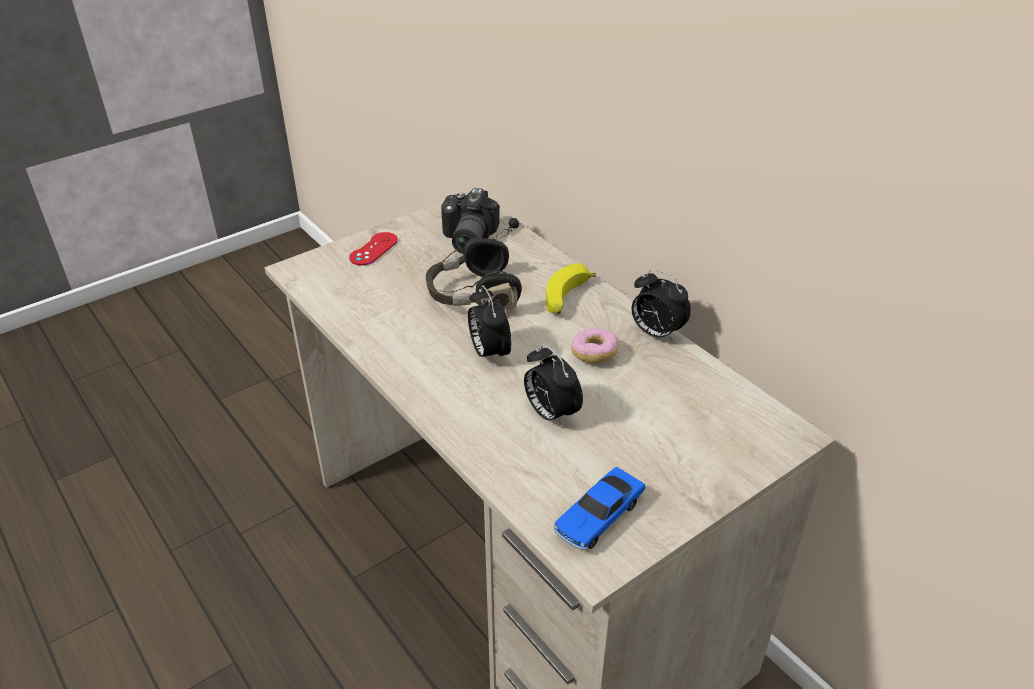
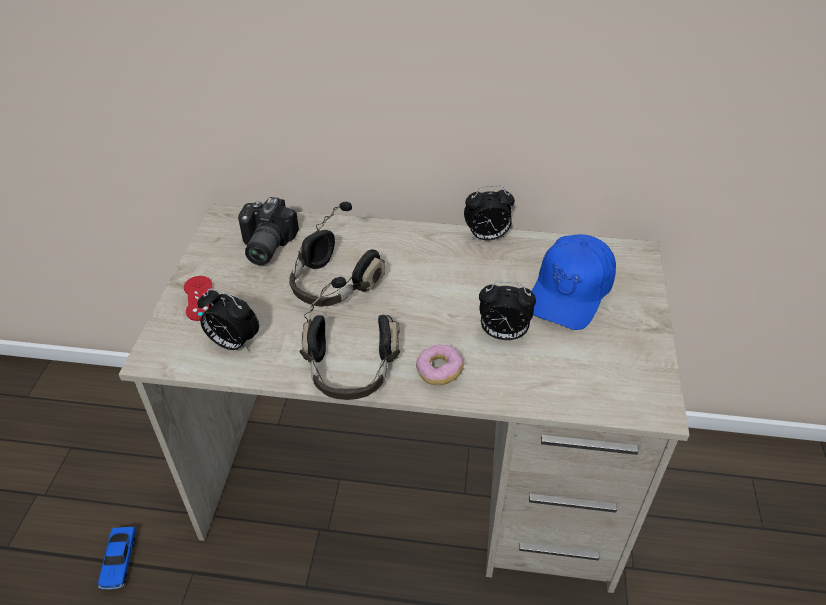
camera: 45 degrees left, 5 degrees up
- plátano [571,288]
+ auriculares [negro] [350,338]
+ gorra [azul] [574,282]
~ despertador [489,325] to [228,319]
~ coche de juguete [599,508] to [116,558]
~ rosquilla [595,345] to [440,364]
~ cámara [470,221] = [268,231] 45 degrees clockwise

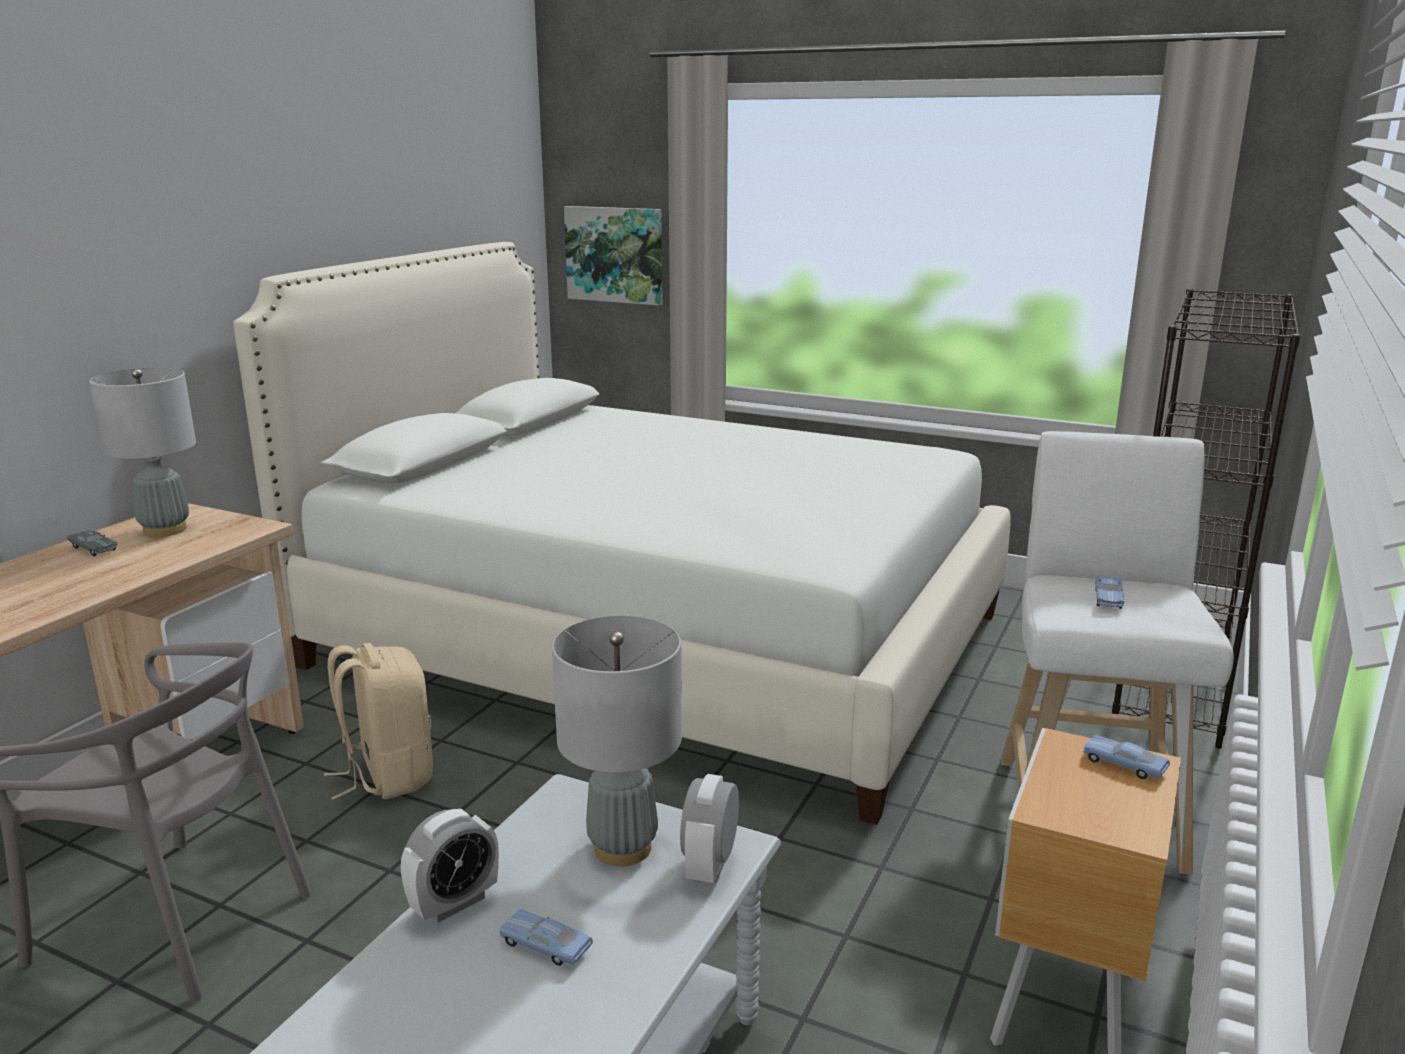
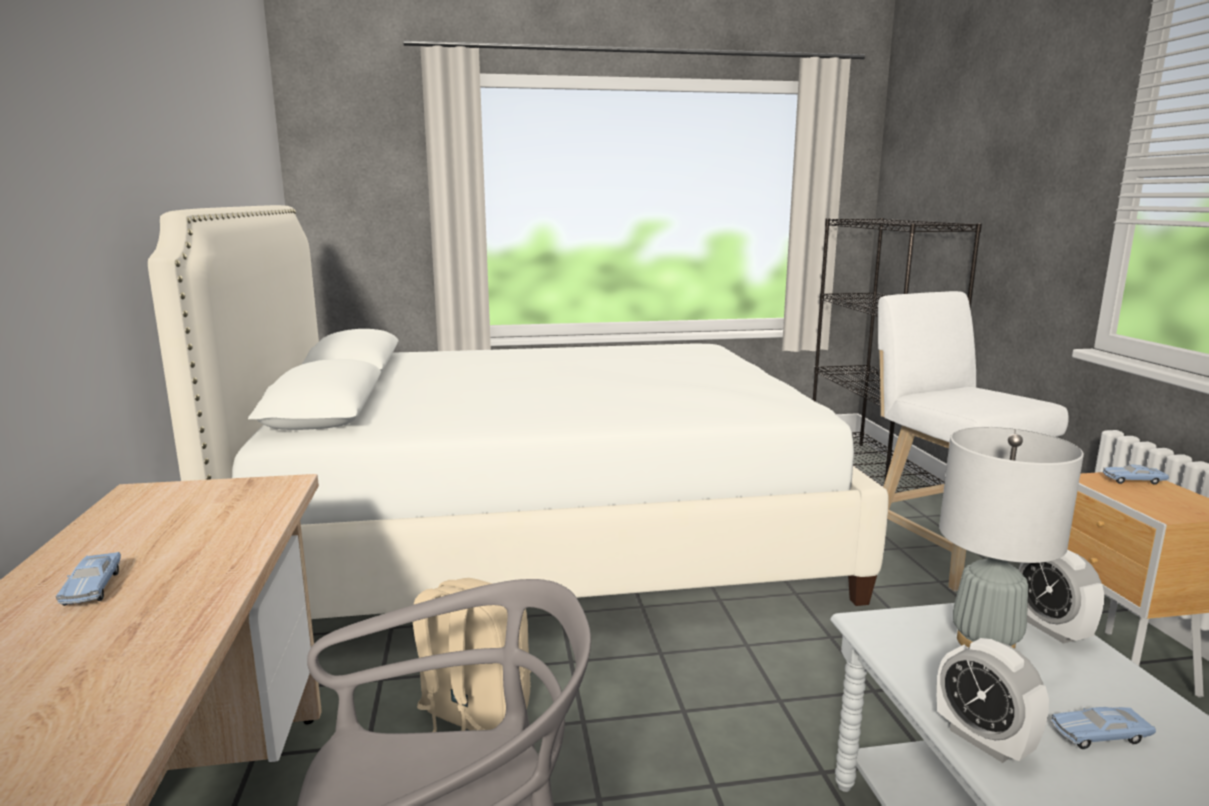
camera: 35 degrees left, 5 degrees down
- coche de juguete [gris] [92,543]
- lámpara de mesa [gris] [142,452]
- cuadro [613,255]
~ coche de juguete [azul] [1109,592] to [88,579]
~ despertador [450,866] = [993,700] 135 degrees clockwise

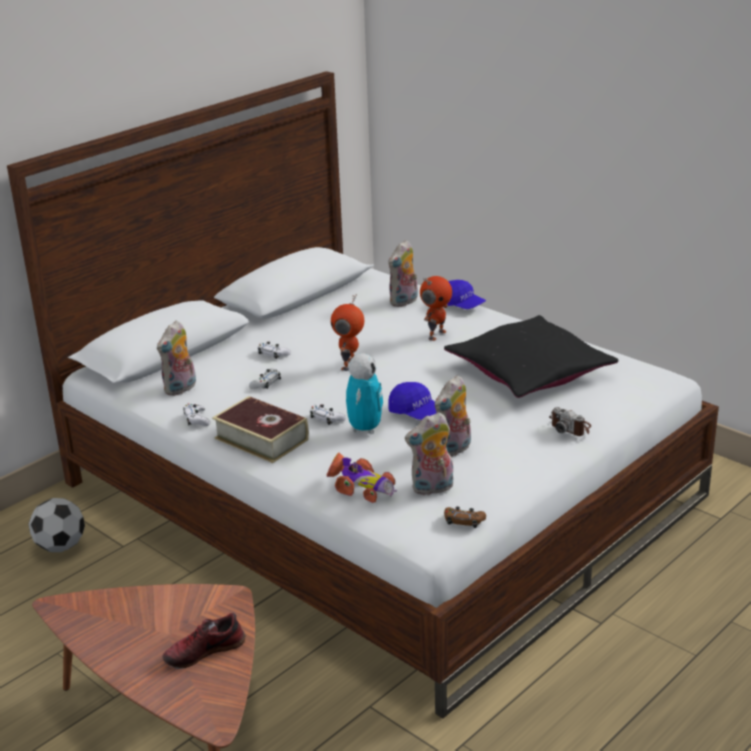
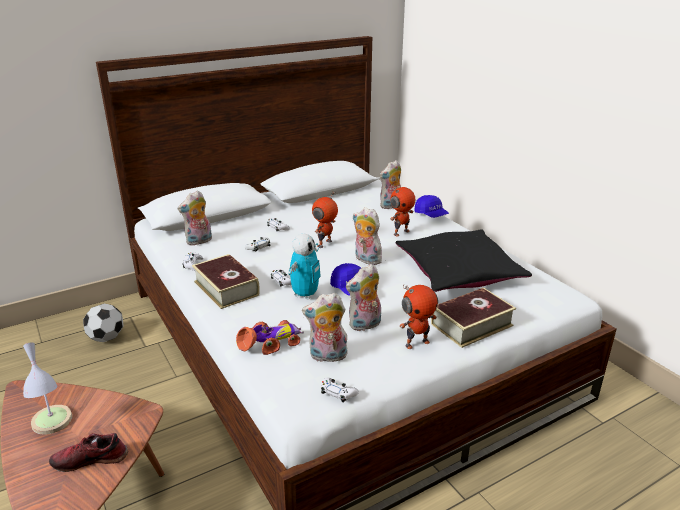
camera: 15 degrees right, 0 degrees up
+ lámpara de mesa [47,389]
+ peluche [367,236]
+ robot de juguete [418,317]
~ cámara [570,421] to libro [473,318]
~ mando de consola [marrón] [465,517] to mando de consola [blanco] [339,390]
~ coche de juguete [362,478] = [270,337] 75 degrees counterclockwise

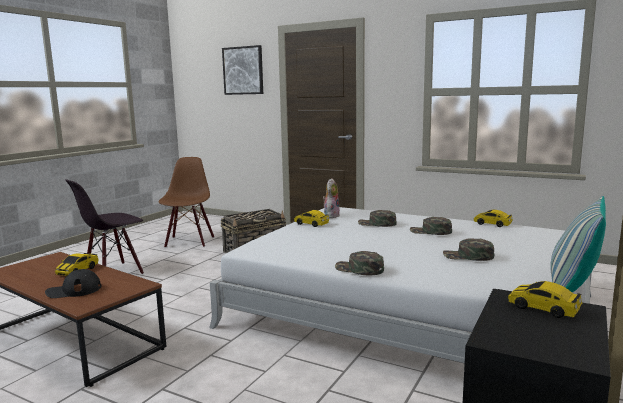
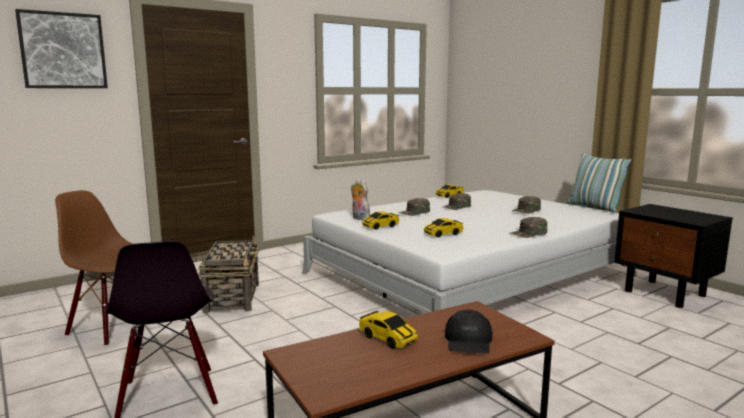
camera: 65 degrees left, 0 degrees up
~ coche de juguete [545,299] to [443,227]

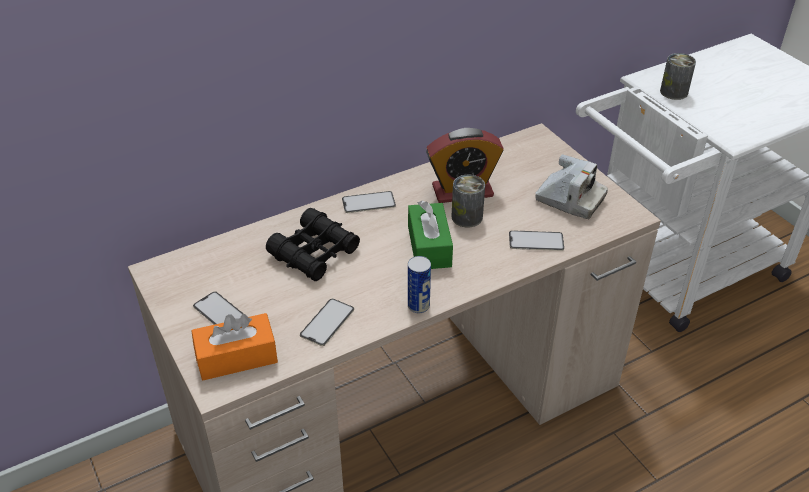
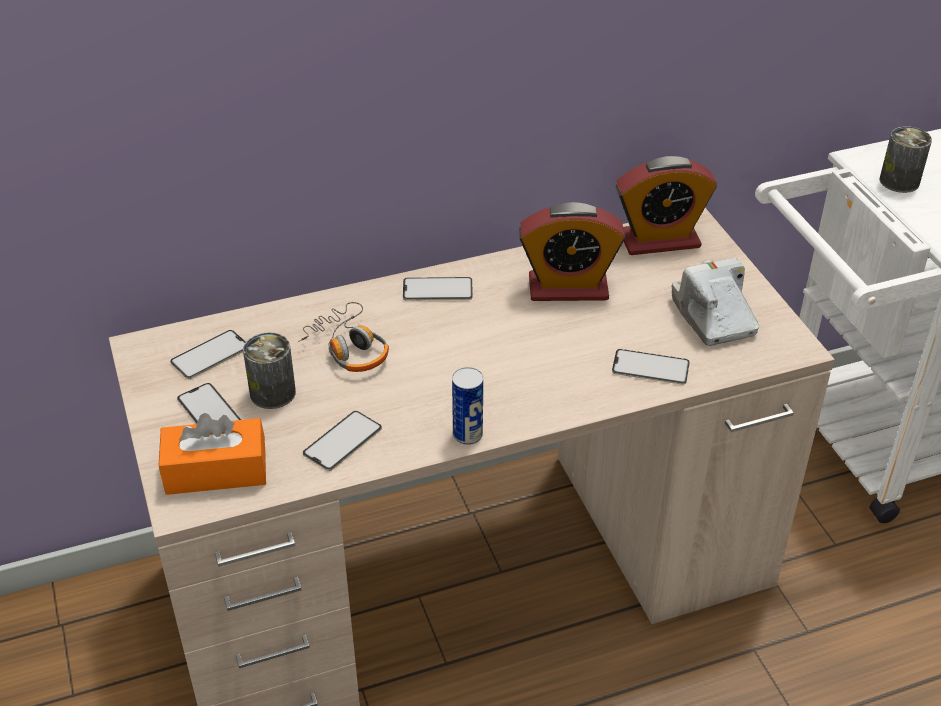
camera: 10 degrees right, 0 degrees up
- caja de pañuelos [verde] [430,234]
+ móvil [208,354]
+ despertador [666,205]
~ lata [468,201] to [269,370]
~ prismáticos [negro] [313,244] to auriculares [343,337]
~ cámara [571,186] = [715,302] 150 degrees counterclockwise

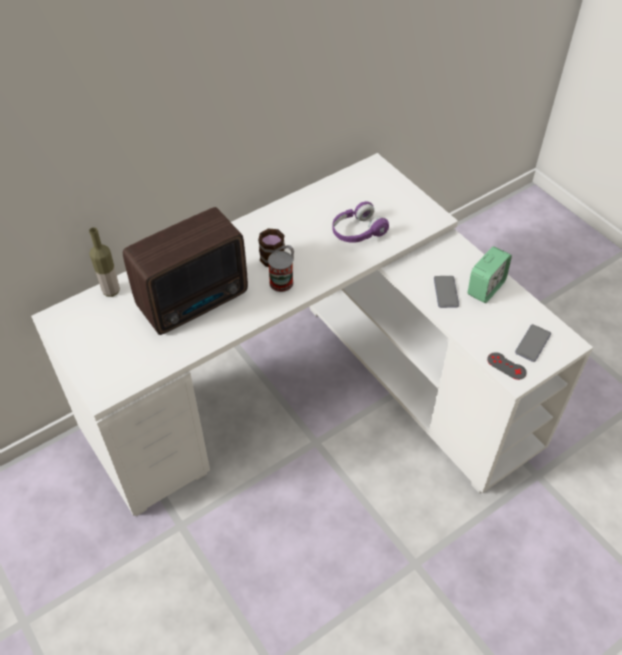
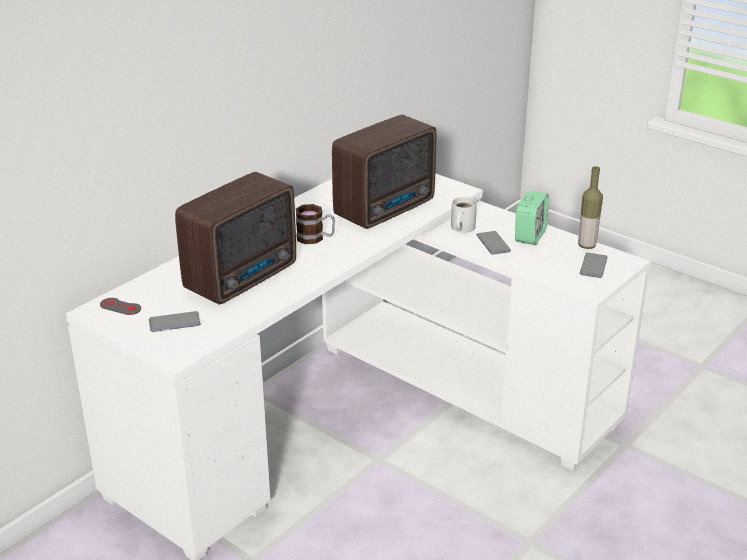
camera: 15 degrees left, 20 degrees down
- lata [281,271]
+ móvil [175,321]
+ taza grande [blanco] [464,215]
~ botella [104,262] to [590,207]
~ mando de consola [gris] [507,366] to [120,306]
~ auriculares [morado] [361,222] to radio [384,172]

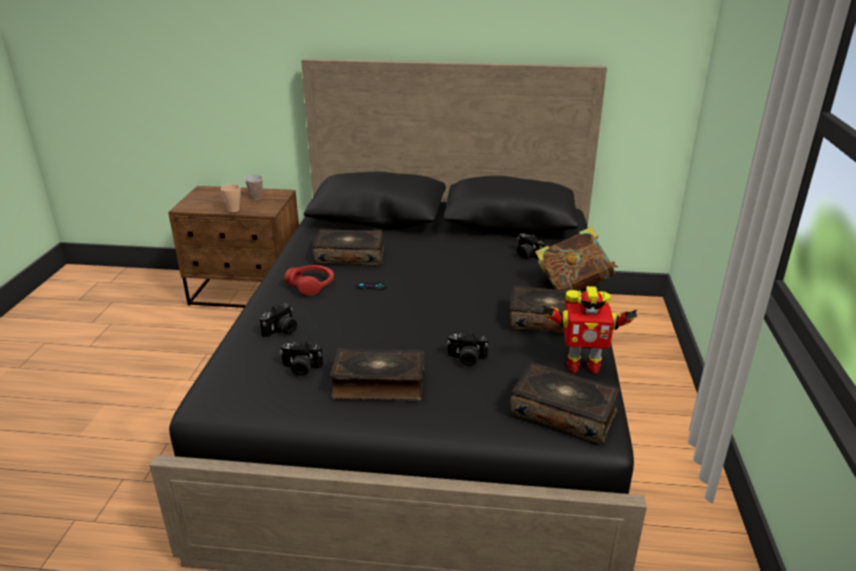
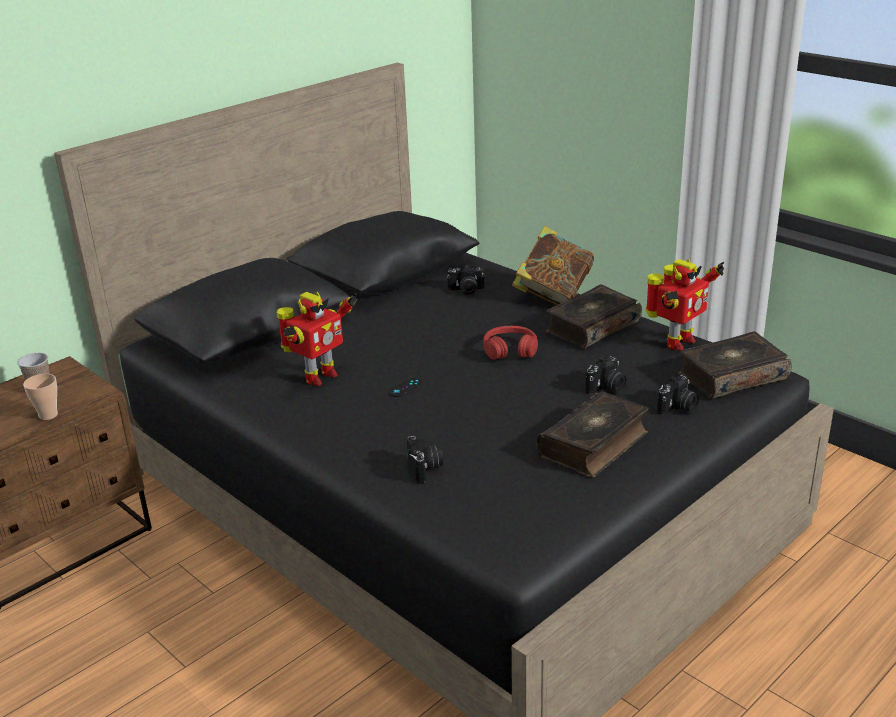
camera: 50 degrees left, 0 degrees up
~ cámara [301,358] to [678,395]
~ auriculares [rojo] [309,280] to [510,343]
~ libro [348,247] to robot de juguete [317,339]

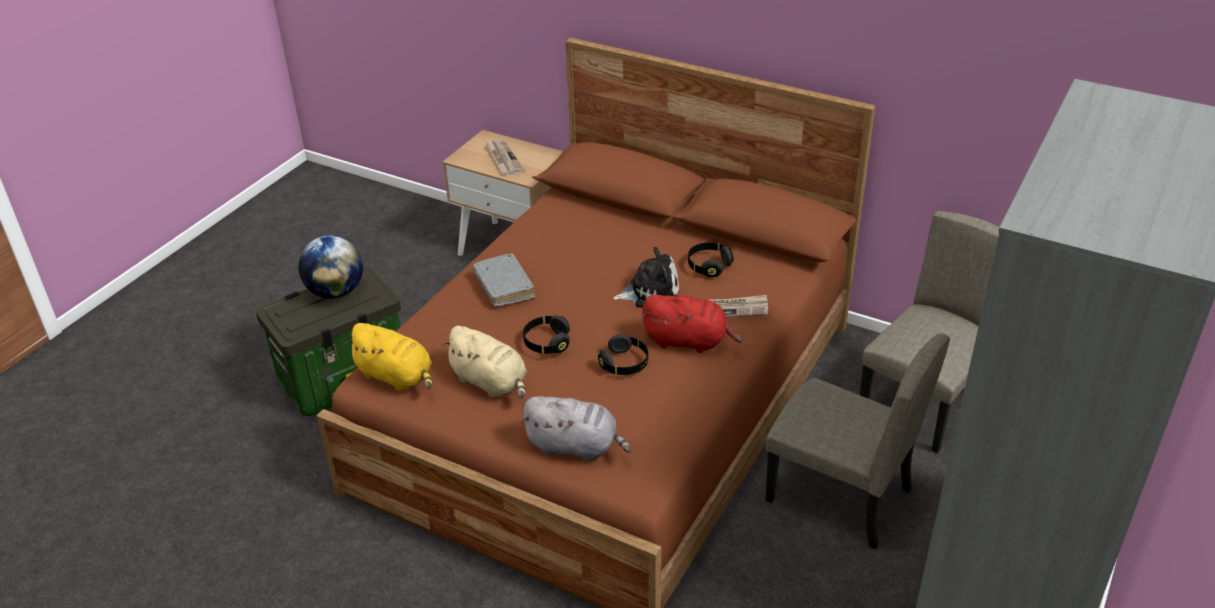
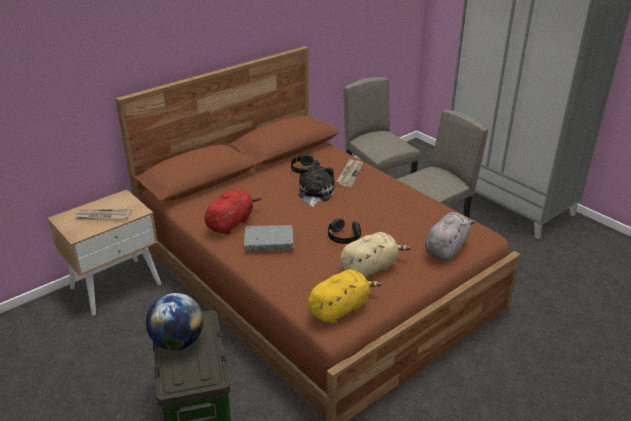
camera: 70 degrees left, 5 degrees down
- auriculares [negro] [623,354]
~ peluche [rojo] [692,324] to [233,211]

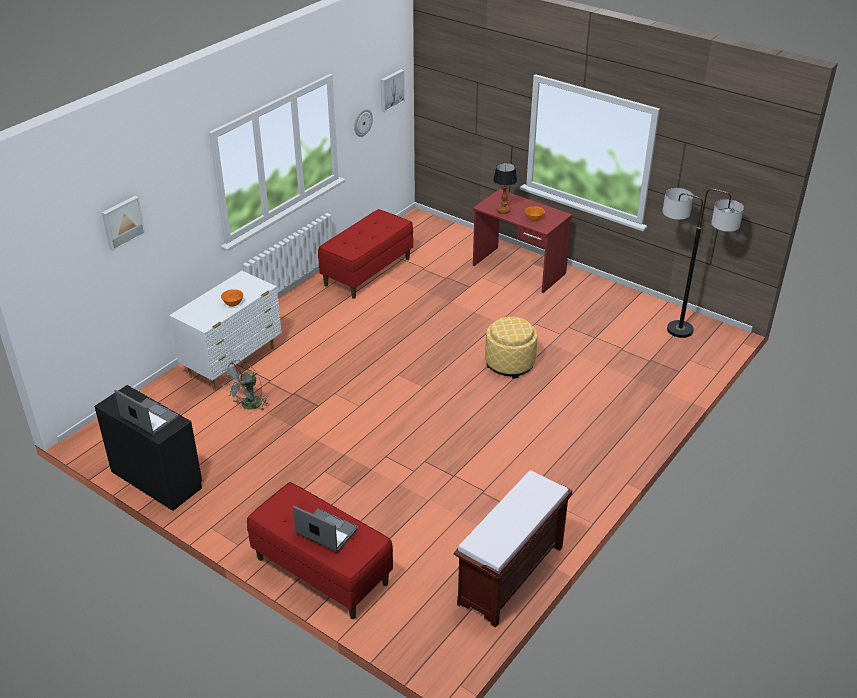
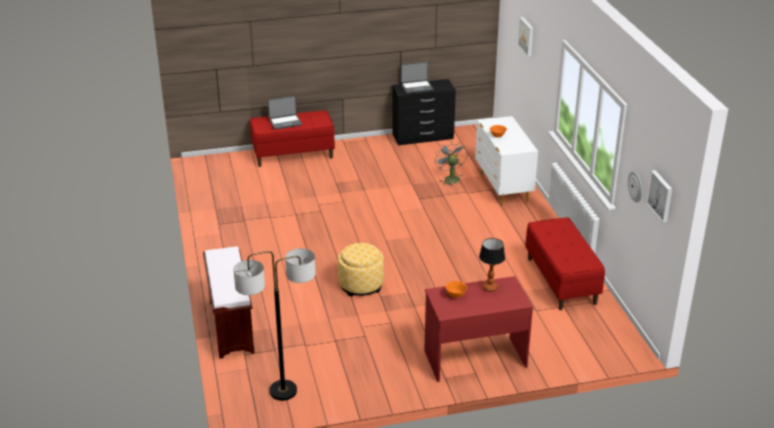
camera: 130 degrees right, 5 degrees down
~ banco [marrón] [513,549] to [229,302]

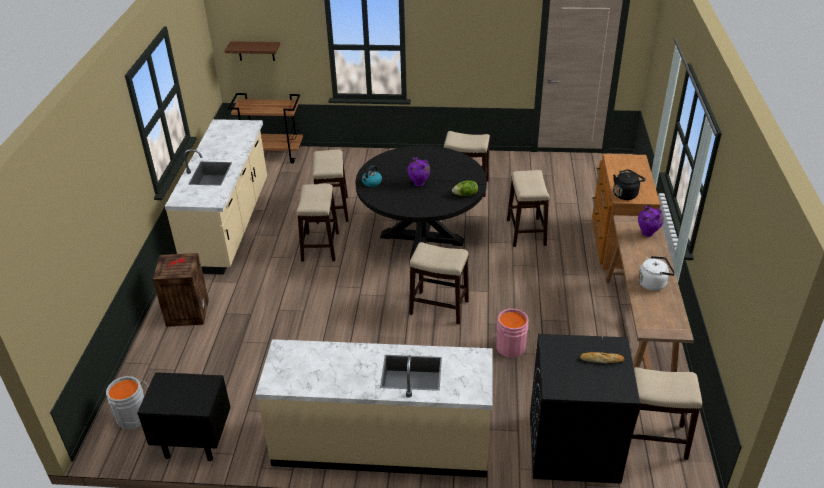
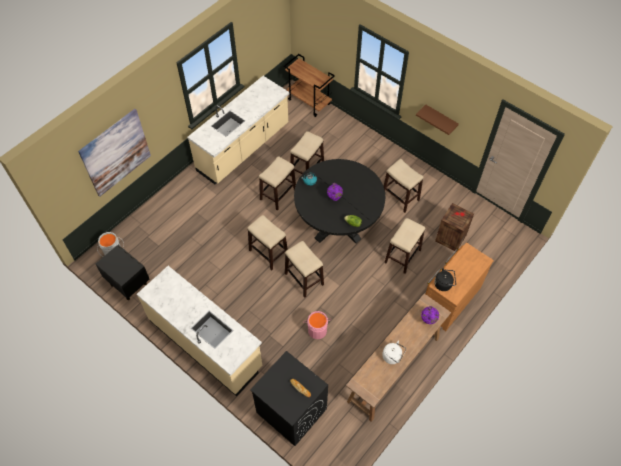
camera: 35 degrees right, 20 degrees up
+ cuadro [114,153]
~ caja de embalaje [181,290] to [454,227]
~ estante [marrón] [252,51] to [437,120]
~ taburete [667,413] to [267,242]

